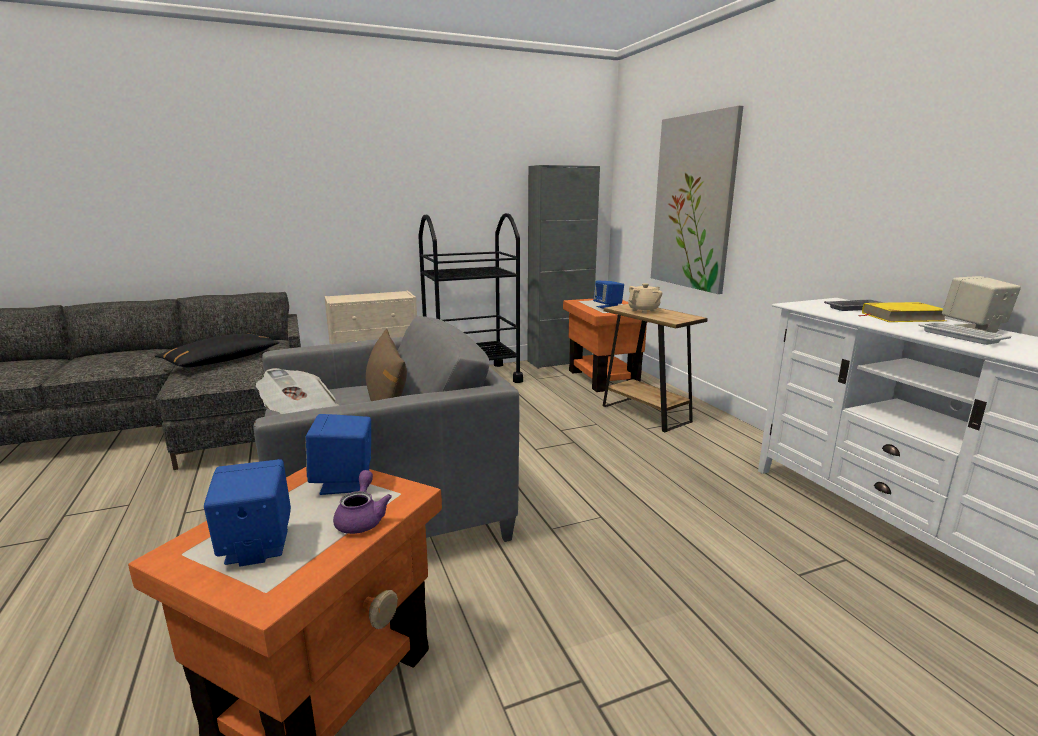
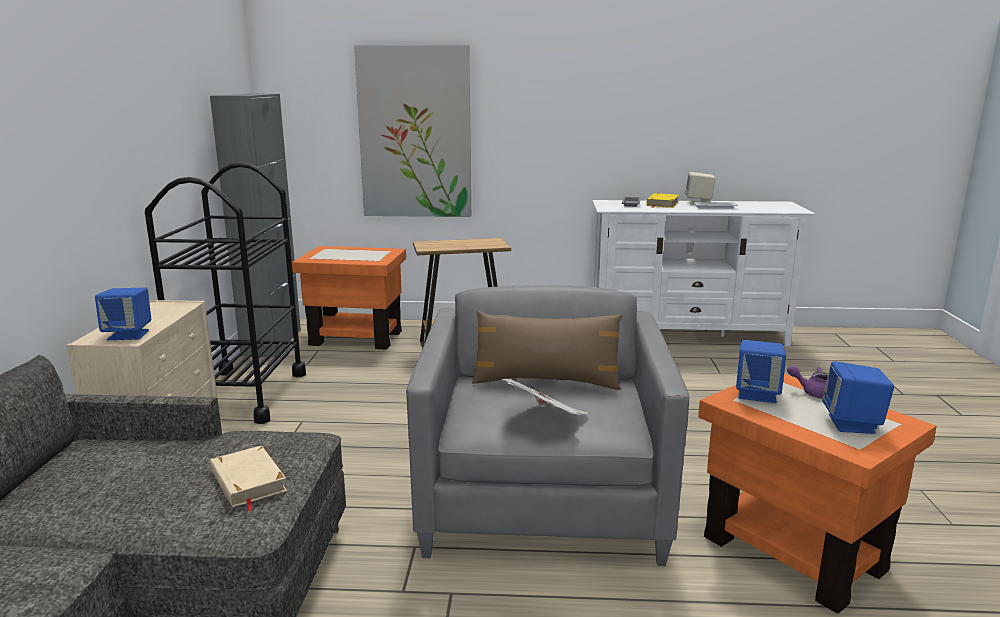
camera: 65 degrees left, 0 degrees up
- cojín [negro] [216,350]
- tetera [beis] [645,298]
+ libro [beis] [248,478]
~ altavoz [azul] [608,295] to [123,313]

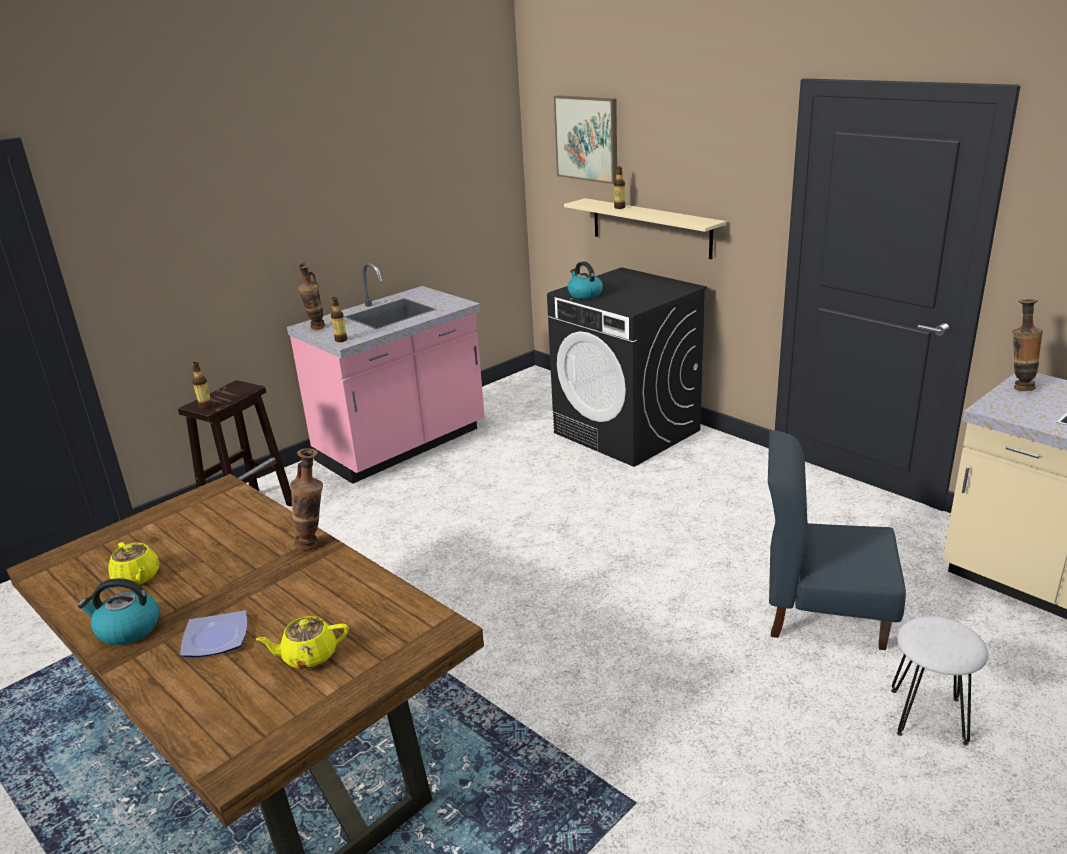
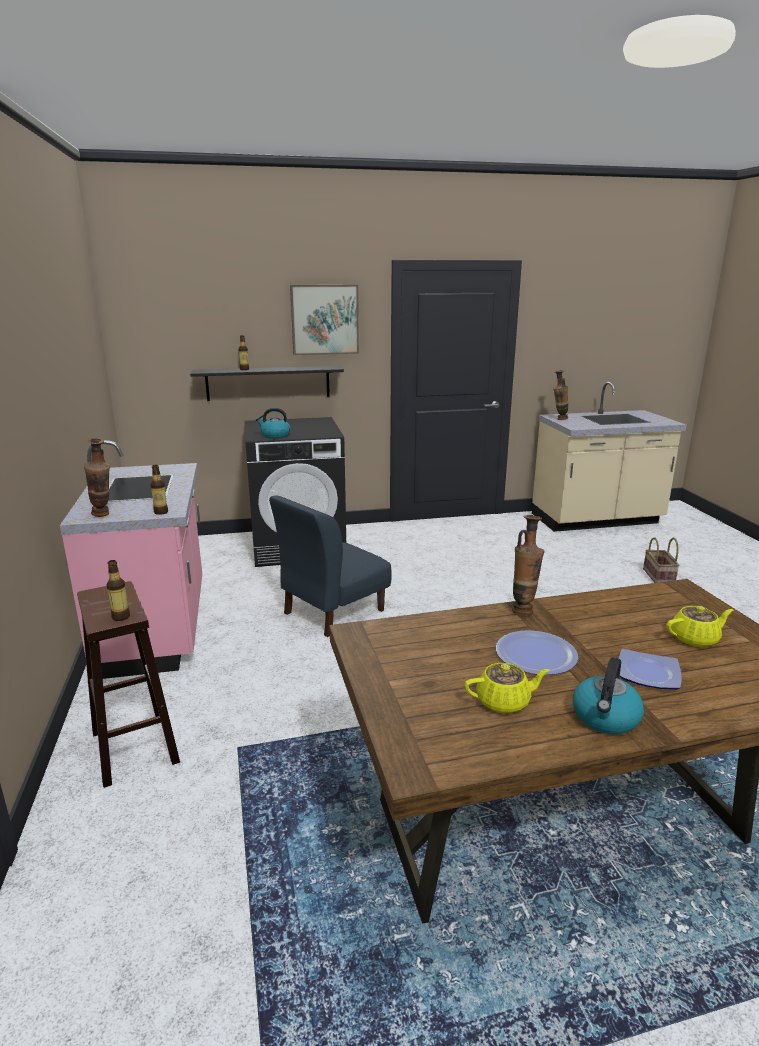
camera: 60 degrees left, 5 degrees down
+ plato [537,652]
~ cuadro [585,139] to [324,320]
~ silla [azul] [837,540] to [330,566]
~ taburete [blanco] [939,680] to cesta [661,560]
~ estante [beis] [645,228] to estante [negro] [267,383]
~ tetera [amarillo] [302,642] = [700,626] 120 degrees counterclockwise

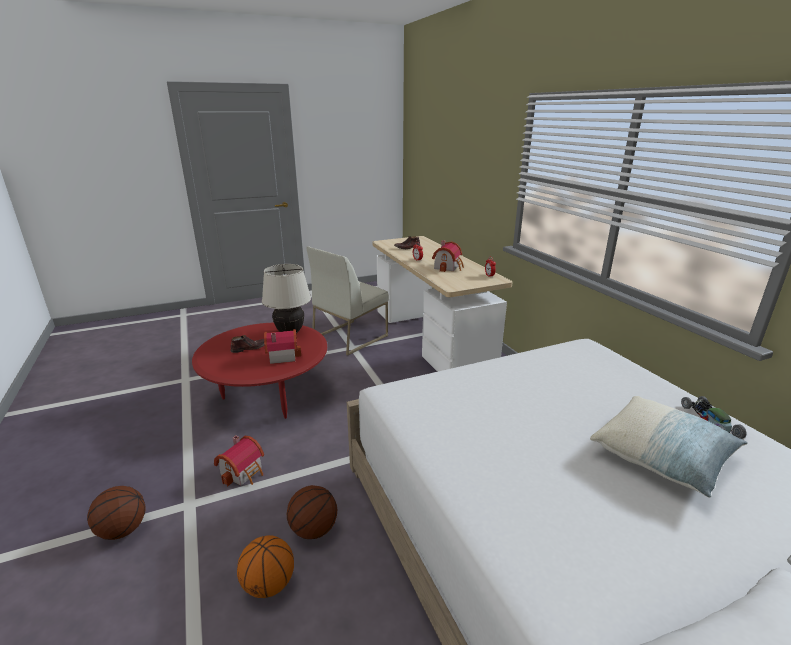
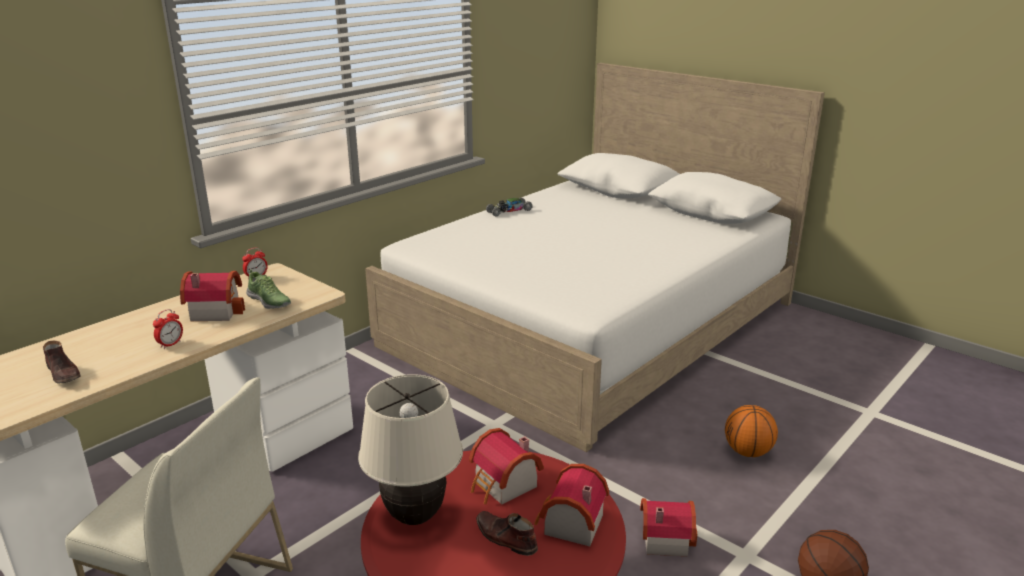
camera: 115 degrees left, 0 degrees up
- balón de baloncesto [312,512]
- cojín [669,447]
+ zapato [268,289]
+ casita [571,505]

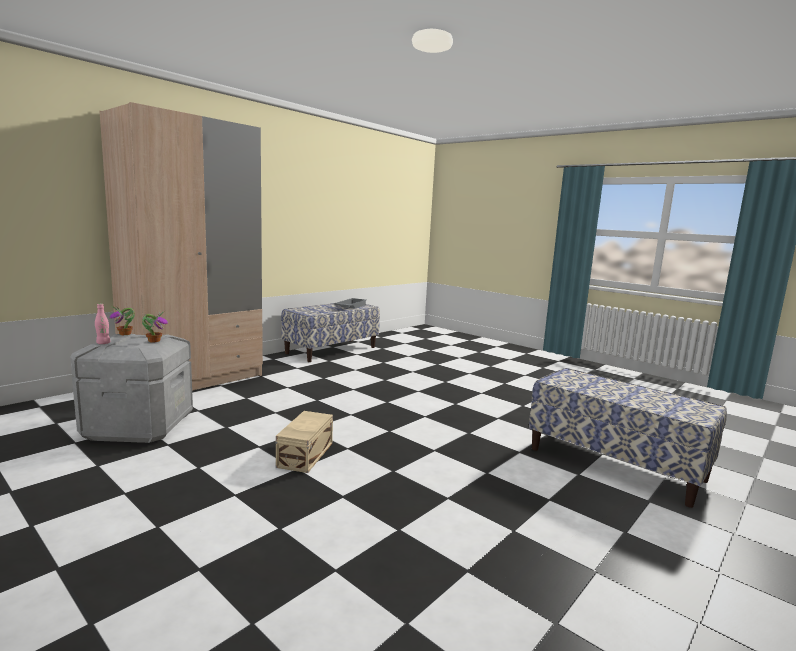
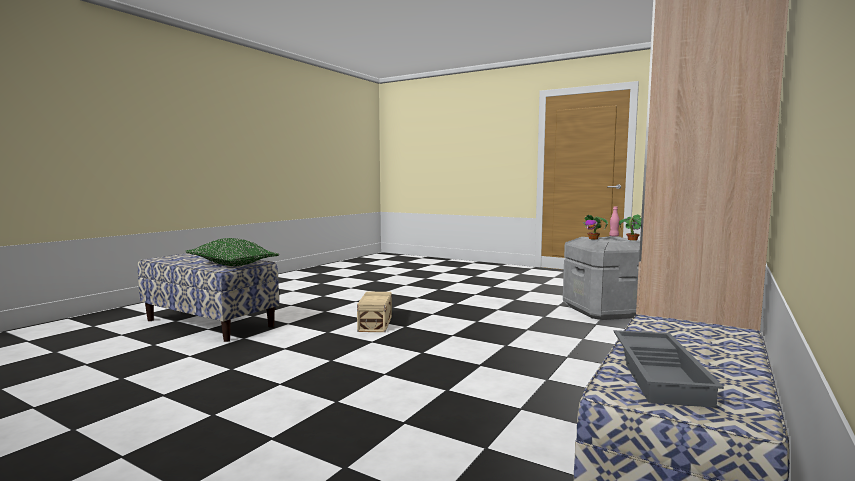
camera: 170 degrees right, 5 degrees down
+ cojín [verde] [232,252]
~ caja de almacenaje [beis] [304,442] to [374,312]

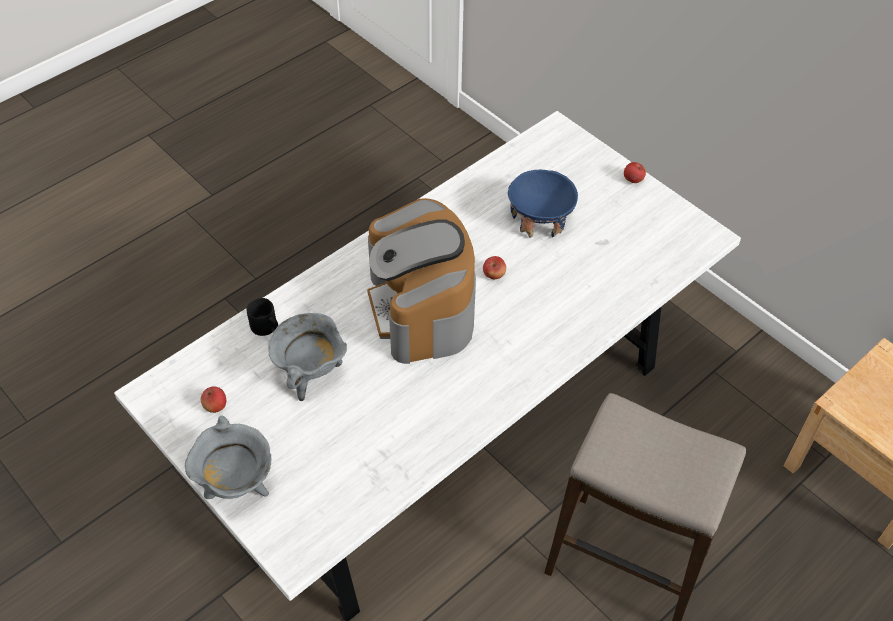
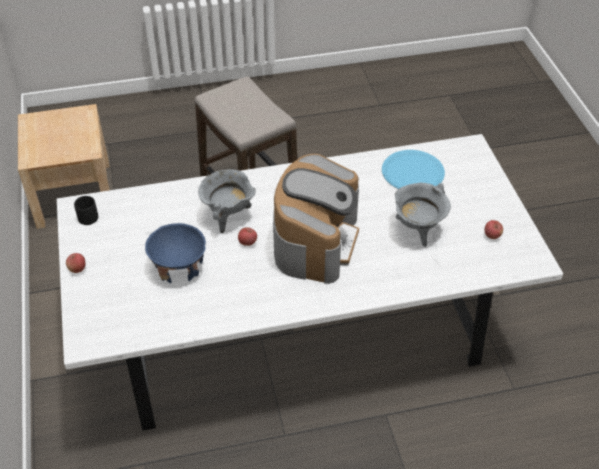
camera: 150 degrees left, 5 degrees down
+ plato [azul] [413,169]
~ olla [gris] [228,457] to [227,201]
~ taza grande [negro] [262,317] to [86,210]

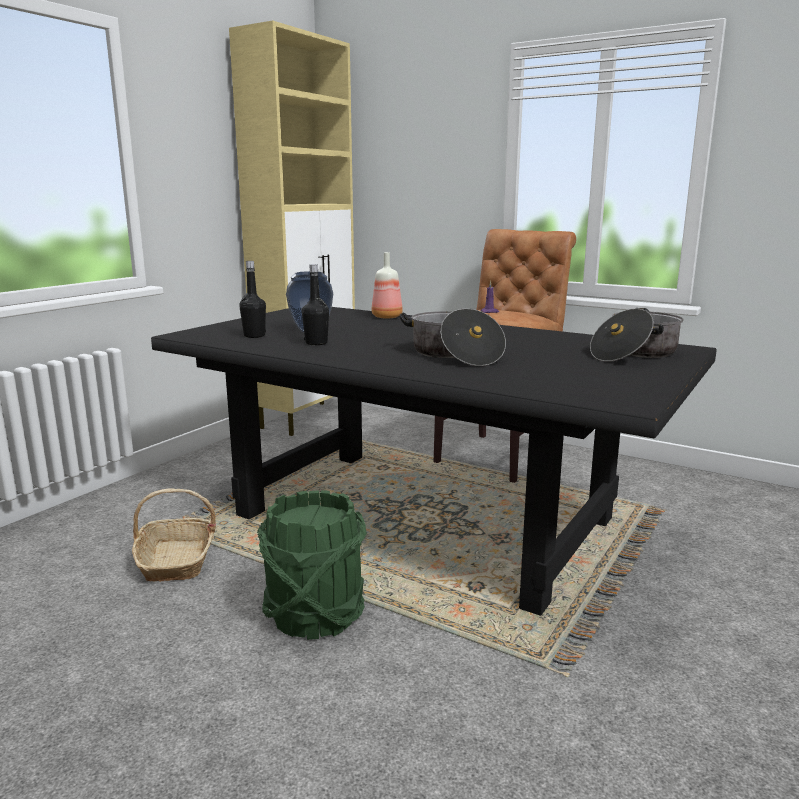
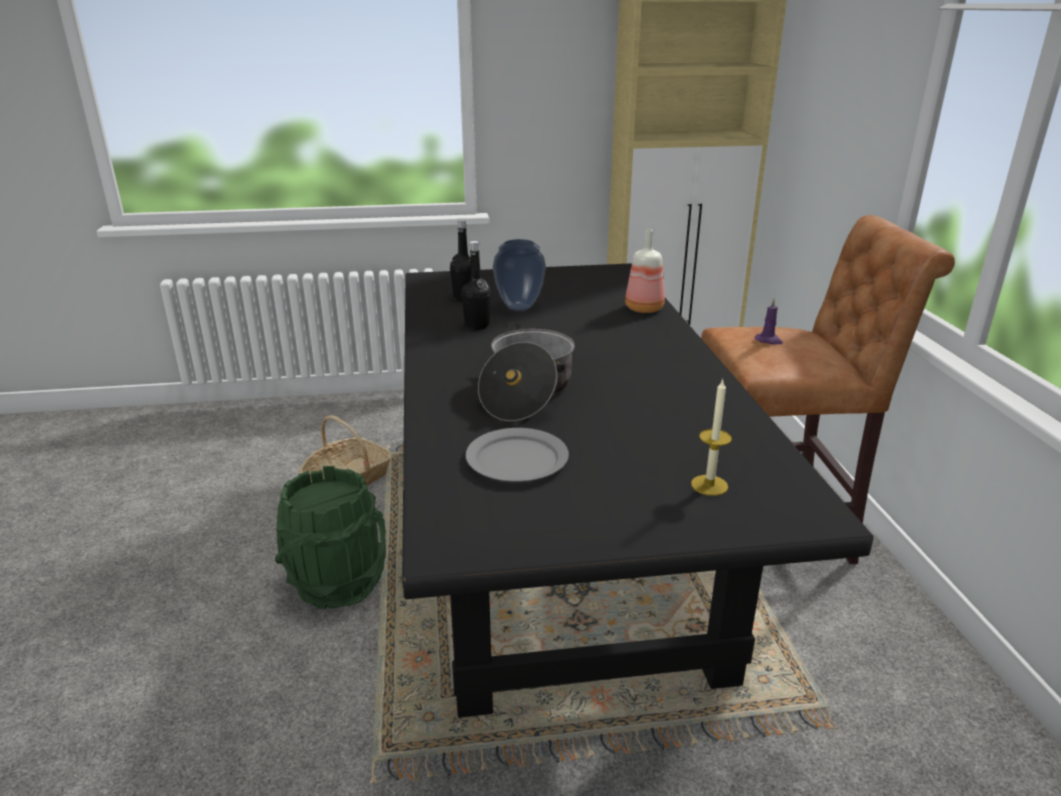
camera: 50 degrees right, 10 degrees up
+ plato [gris] [517,455]
~ olla [636,335] to vela [711,437]

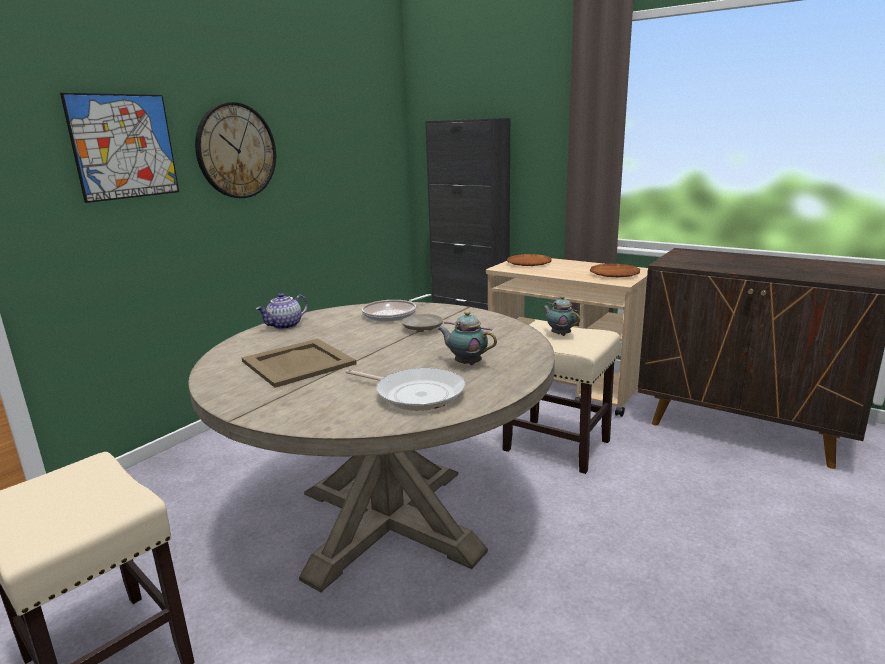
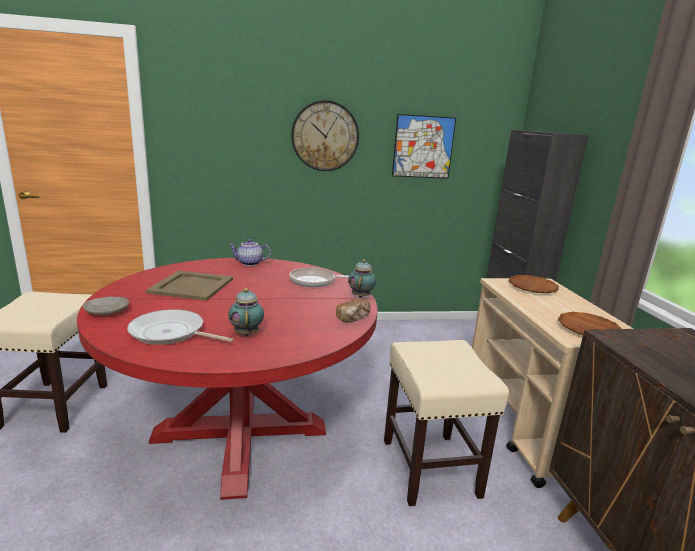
camera: 45 degrees right, 0 degrees up
+ pan [353,311]
~ cuadro [119,148] to [424,146]
~ plato [beis] [422,323] to [106,306]
~ tetera [561,316] to [362,278]
~ mesa de comedor [beis] [371,447] to mesa de comedor [rojo] [227,379]
~ sartén [405,389] = [180,327] 120 degrees clockwise

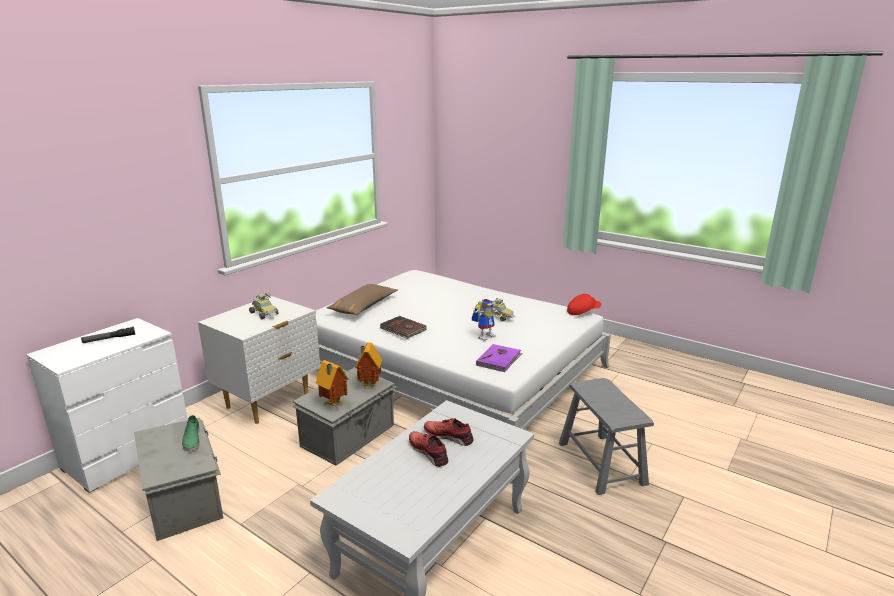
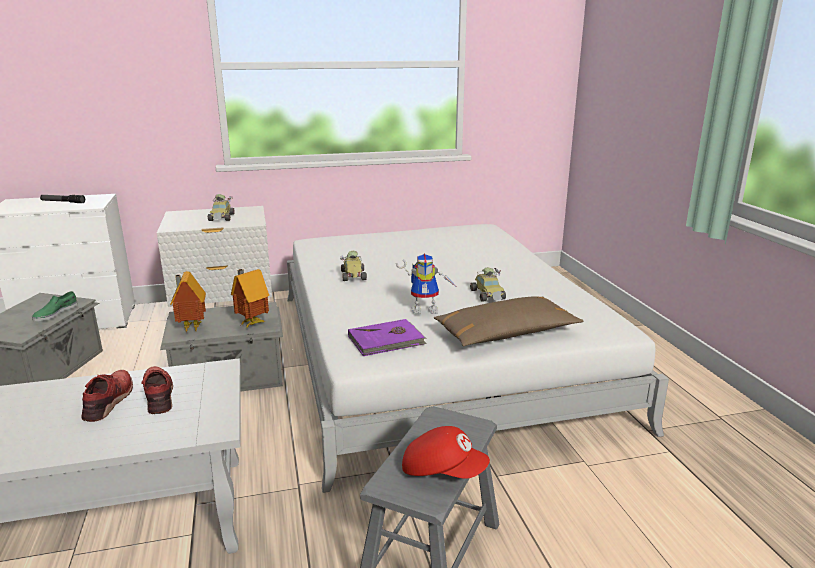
camera: 40 degrees right, 0 degrees up
~ cojín [marrón] [362,299] to [508,321]
~ gorra [rojo] [584,304] to [446,452]
~ libro [marrón] [403,327] to coche de juguete [353,266]

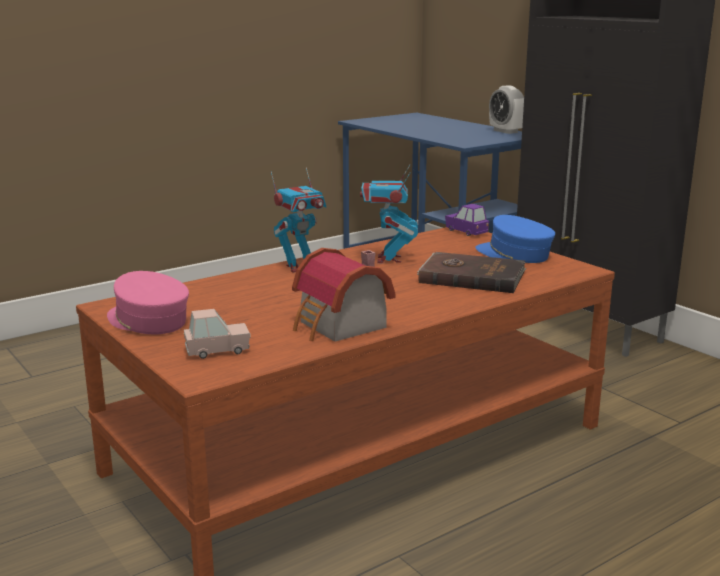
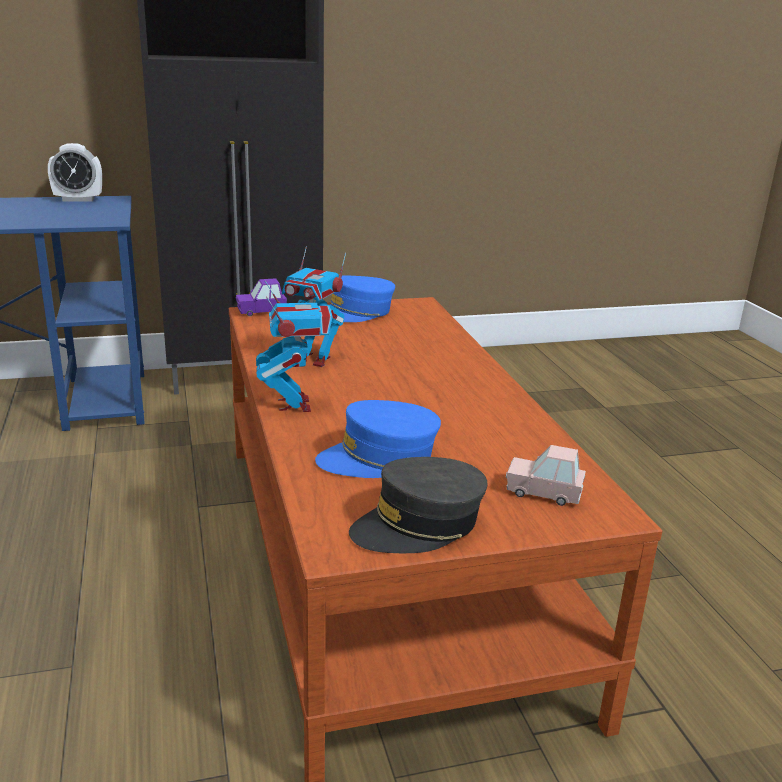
camera: 70 degrees left, 5 degrees up
- casita [344,294]
- libro [marrón] [471,272]
+ gorra [azul] [378,439]
~ gorra [rosa] [148,302] to gorra [gris] [418,505]
~ coche de juguete [rosa] [217,334] = [546,475] 75 degrees counterclockwise

